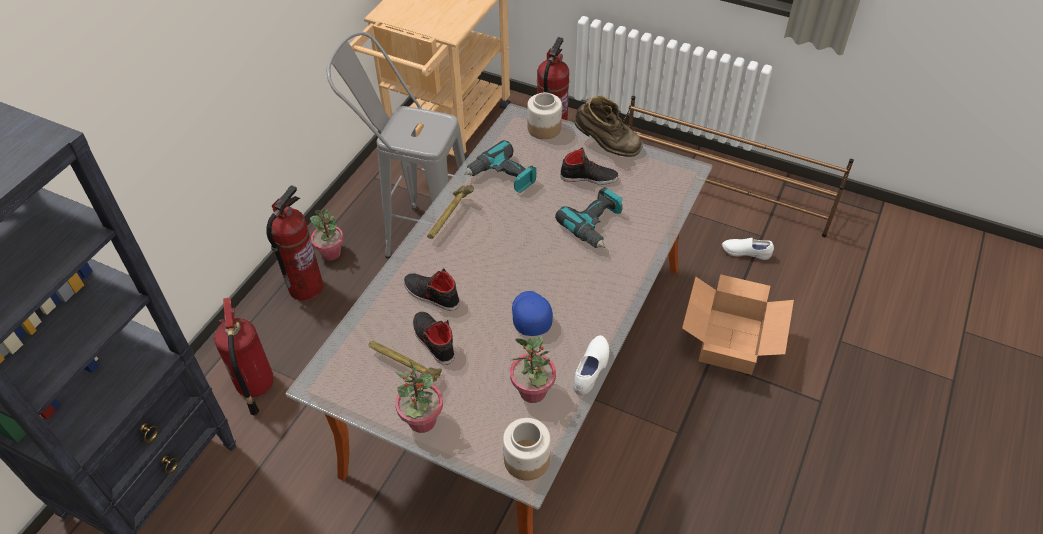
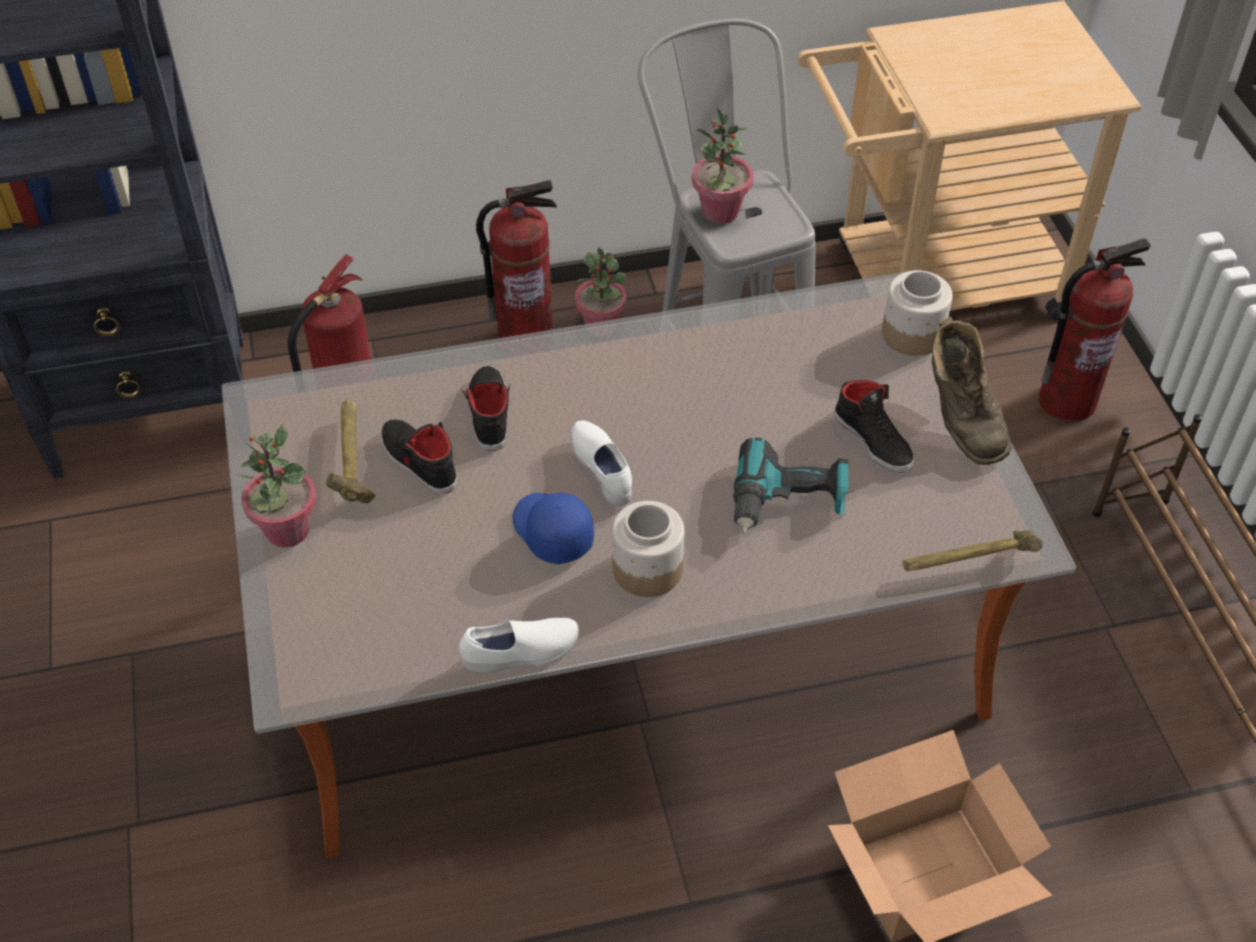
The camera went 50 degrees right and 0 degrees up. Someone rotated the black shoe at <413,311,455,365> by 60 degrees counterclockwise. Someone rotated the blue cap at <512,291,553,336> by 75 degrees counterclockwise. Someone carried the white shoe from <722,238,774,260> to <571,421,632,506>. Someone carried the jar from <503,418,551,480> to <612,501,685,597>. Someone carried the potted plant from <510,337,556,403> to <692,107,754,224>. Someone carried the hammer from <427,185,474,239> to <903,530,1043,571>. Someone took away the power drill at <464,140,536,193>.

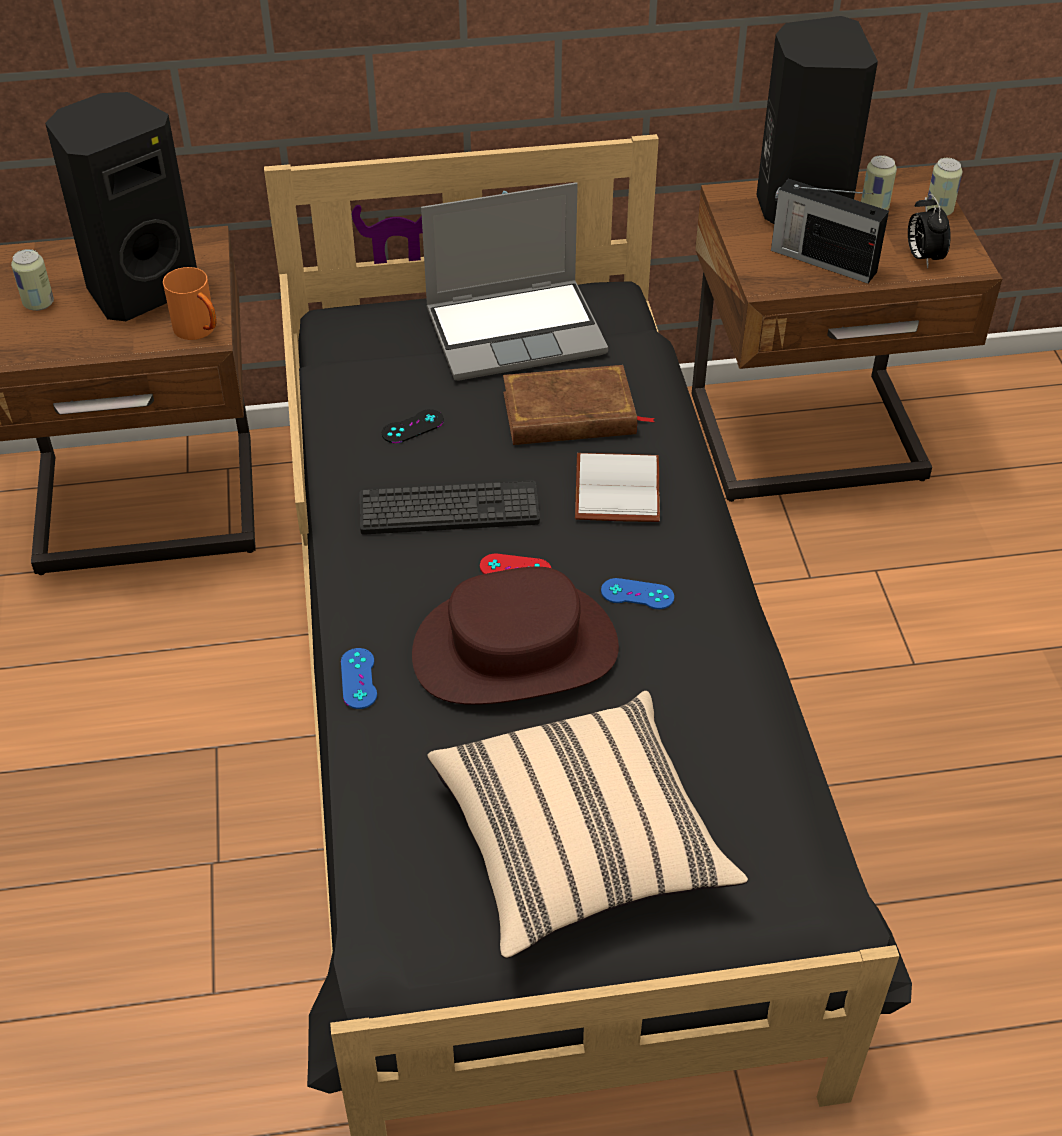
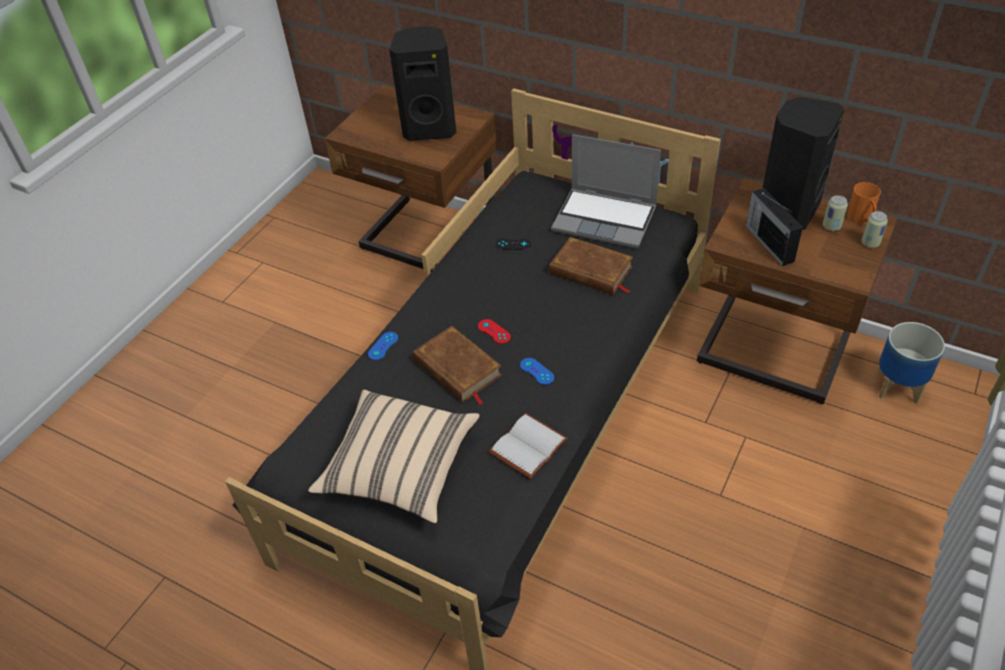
The camera went 40 degrees right and 0 degrees up. Someone swapped the brown hat at <412,567,619,705> for the brown book at <413,326,502,405>. Someone carried the white book from <575,453,660,522> to <489,413,568,479>. Someone carried the orange mug from <163,267,217,340> to <847,182,881,224>. Someone put down the planter at <878,322,945,404>. Someone took away the can at <11,249,54,311>. Someone took away the keyboard at <360,481,540,535>. Someone took away the alarm clock at <908,194,951,269>.

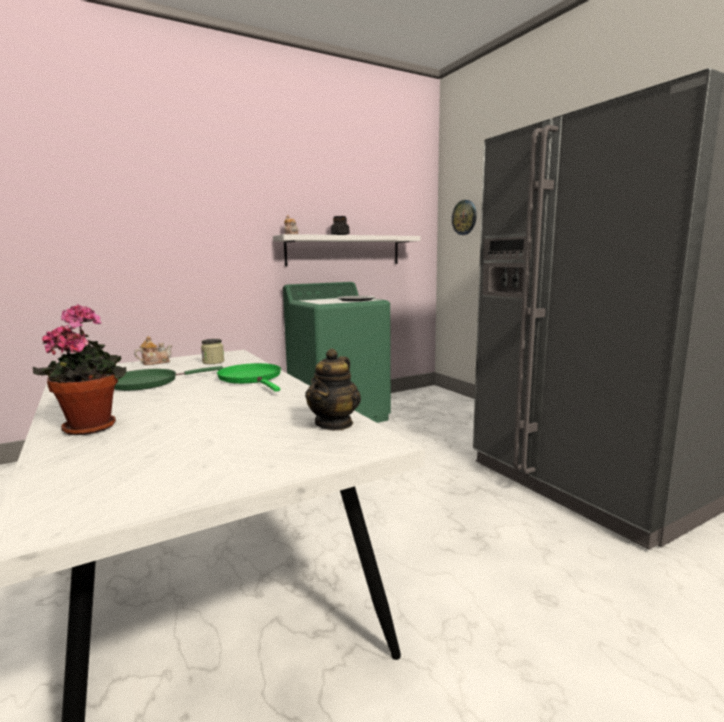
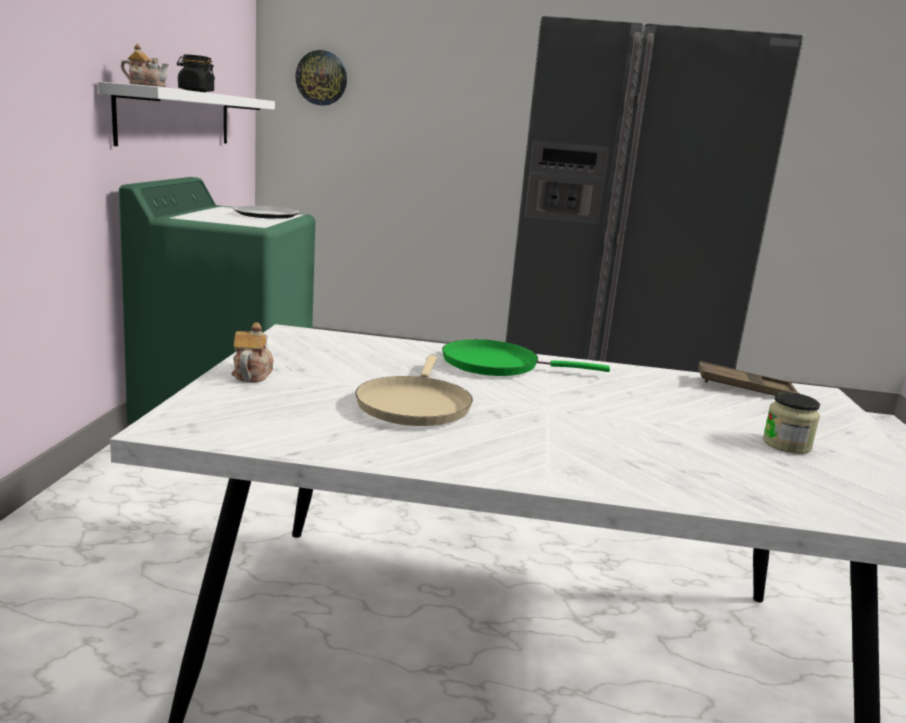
The camera went 55 degrees left and 5 degrees up. Someone repainted the green frying pan at <114,366,223,391>, which became the beige frying pan at <355,355,473,426>. Someone swapped the teapot at <305,348,361,430> for the brown tray at <698,361,800,396>. Someone carried the jar from <201,339,224,364> to <763,392,820,454>. Someone took away the potted plant at <33,304,127,435>.

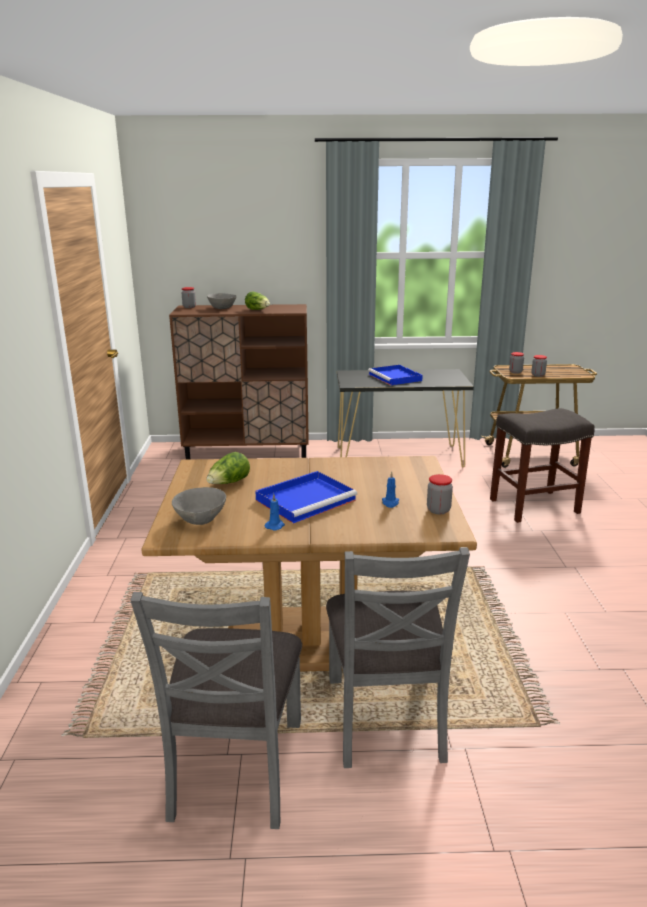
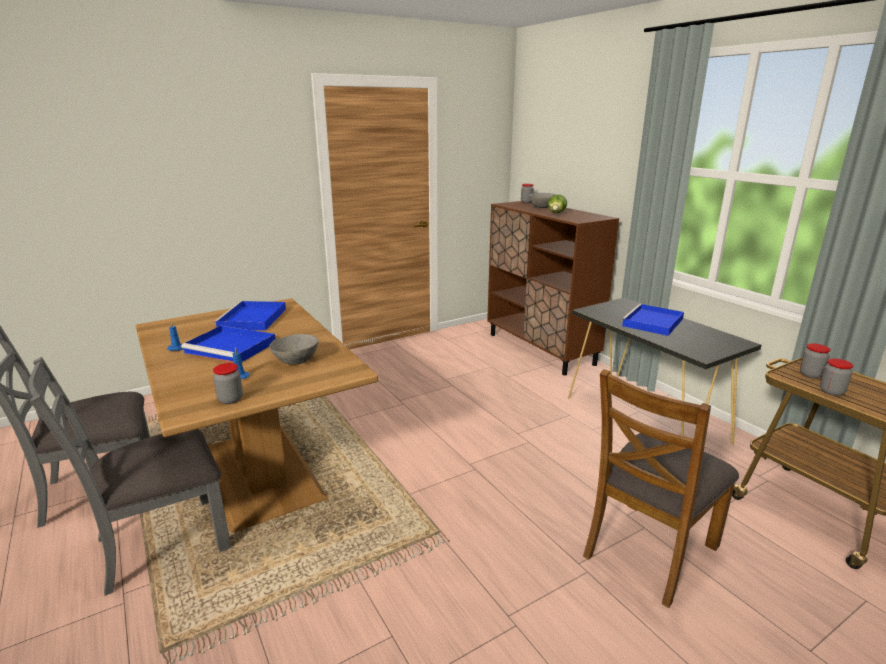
The camera went 60 degrees right and 0 degrees up. Someone swapped the lettuce at <207,452,250,484> for the blue tray at <214,301,286,330>. Someone carried the grey bowl from <172,487,226,525> to <269,334,319,365>. Someone swapped the grey stool at <490,408,595,523> for the brown chair at <583,369,739,608>.

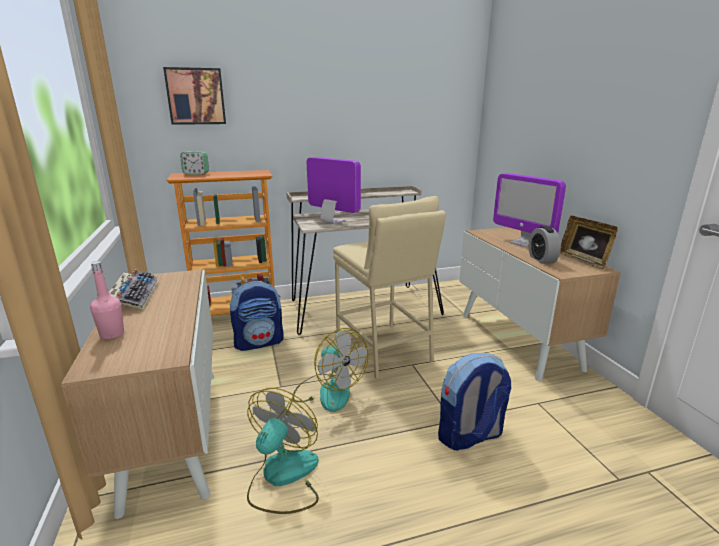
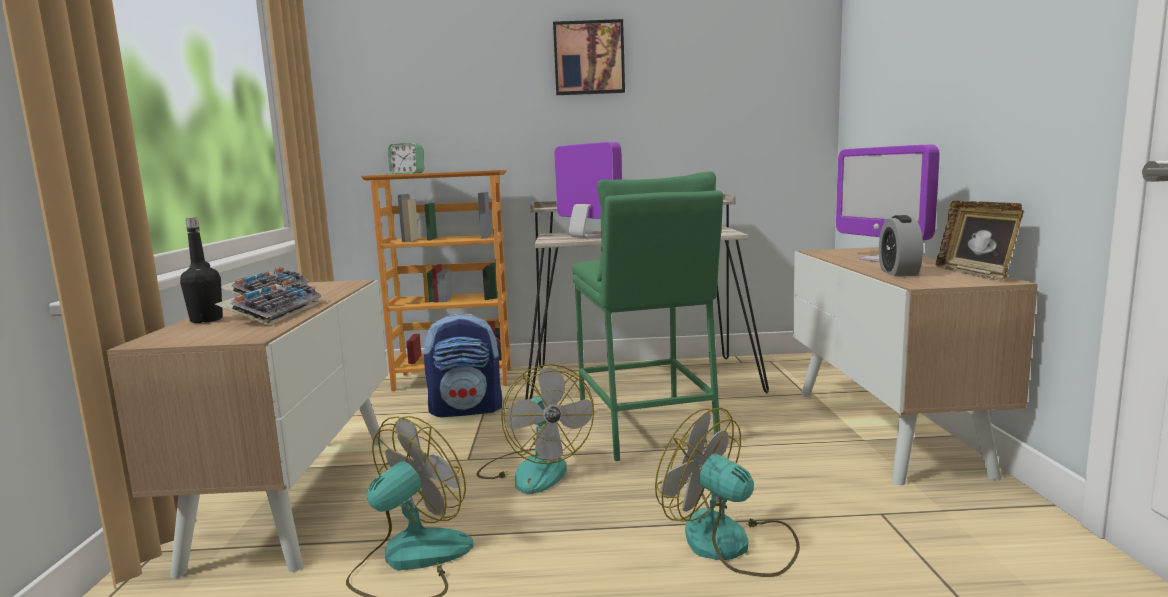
The camera went 15 degrees right and 10 degrees down. Someone repainted the pink bottle at <90,261,124,339>, which became the black bottle at <180,218,223,323>. Someone put down the keyboard at <215,279,323,326>. Someone carried the picture from <163,67,226,125> to <553,19,625,95>. Someone repainted the beige stool at <333,196,446,379>, which became the green stool at <572,172,723,461>. Someone swapped the backpack at <438,353,511,451> for the fan at <655,407,800,577>.

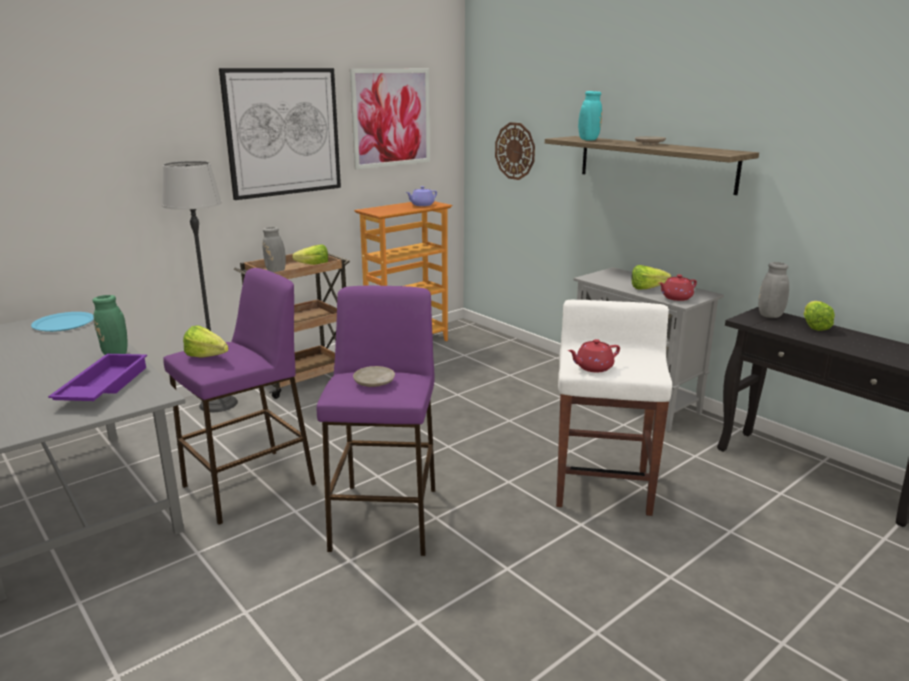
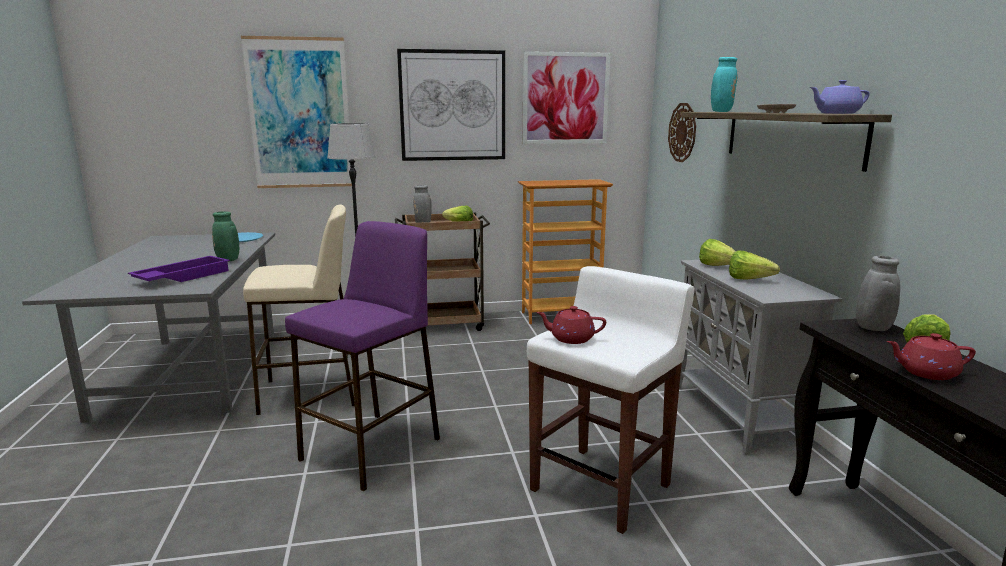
The camera went 30 degrees right and 5 degrees down. Someone put up the picture at <241,36,352,188>. Someone repainted the purple stool at <163,268,316,525>, which became the beige stool at <243,204,355,415>. Someone carried the lettuce from <183,325,229,358> to <699,239,736,266>. Someone carried the purple teapot from <406,186,437,206> to <810,80,869,114>. Someone carried the red teapot from <659,275,697,301> to <887,333,976,380>. Someone took away the beige plate at <353,366,395,387>.

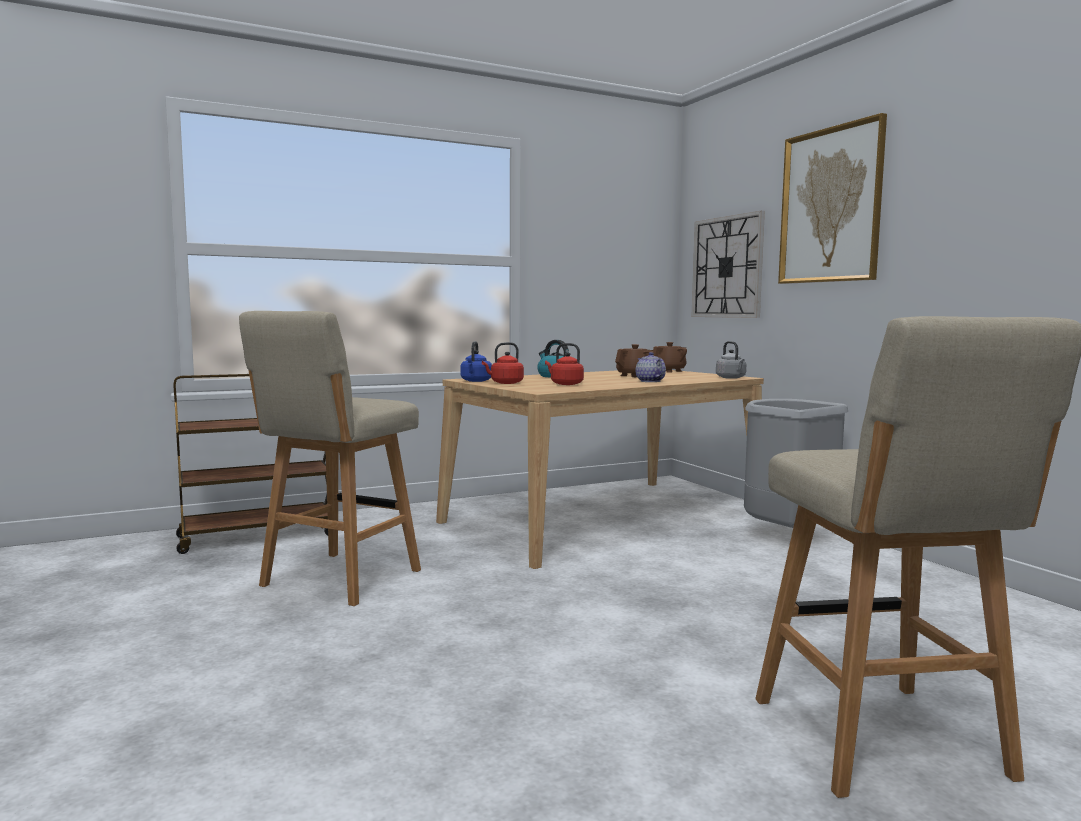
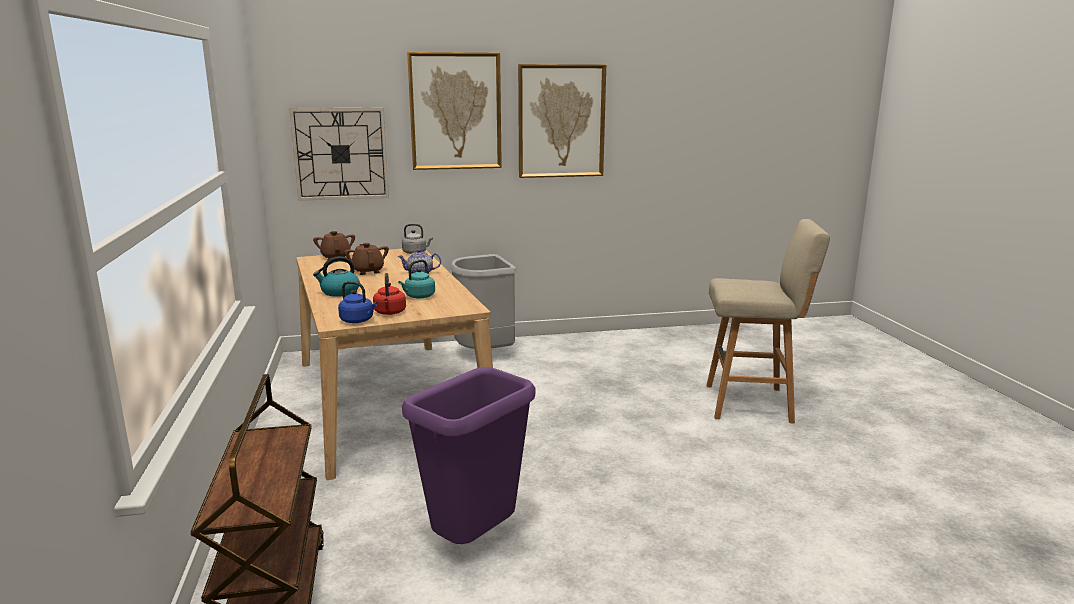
The camera went 75 degrees left and 10 degrees up. Someone repainted the red kettle at <545,343,584,385>, which became the turquoise kettle at <398,260,435,299>. Someone swapped the beige stool at <239,311,421,606> for the purple trash can at <402,367,535,544>. Someone put up the picture at <518,64,606,178>.

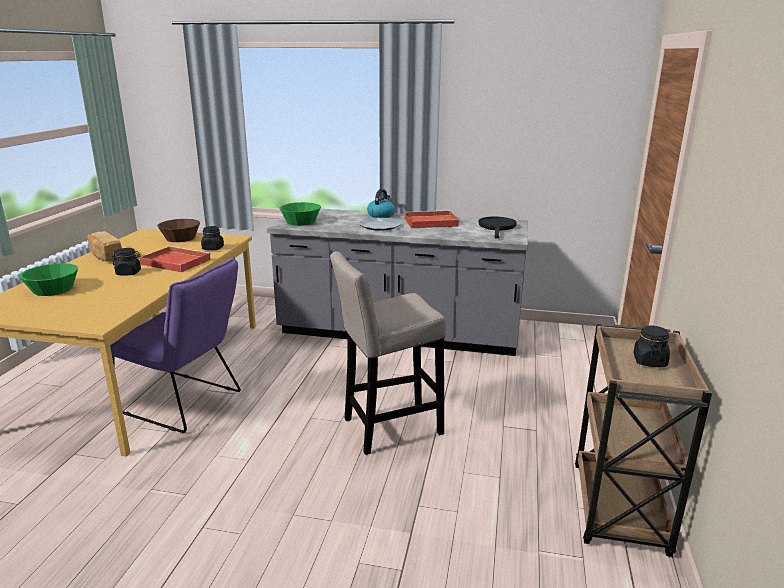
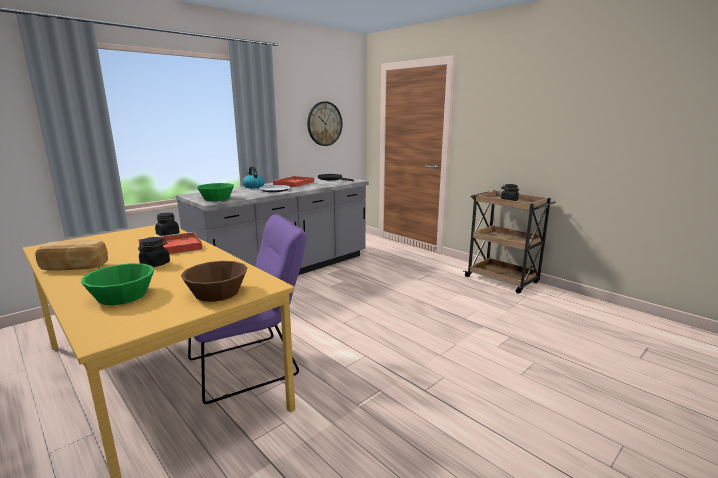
The camera went 55 degrees left and 5 degrees down. Someone carried the brown bowl from <157,219,200,242> to <181,261,247,302>. Someone put up the wall clock at <307,101,342,146>. Someone took away the beige stool at <330,251,446,455>.

